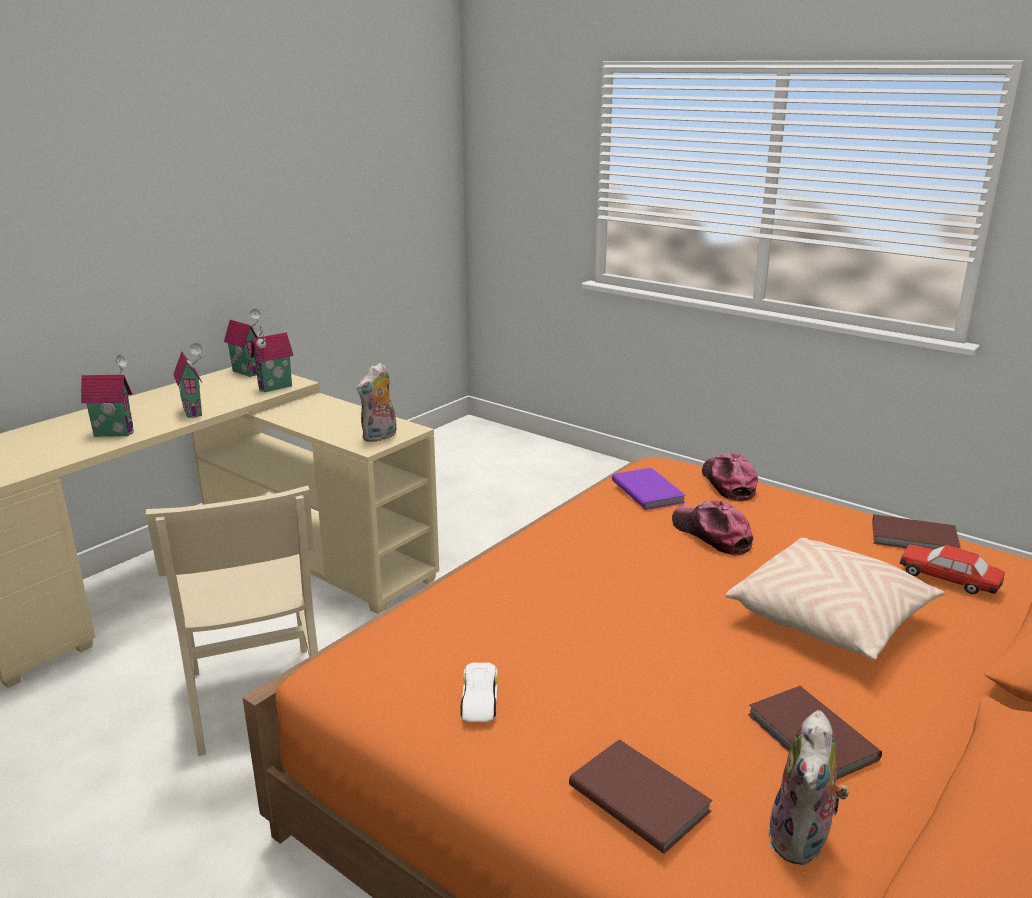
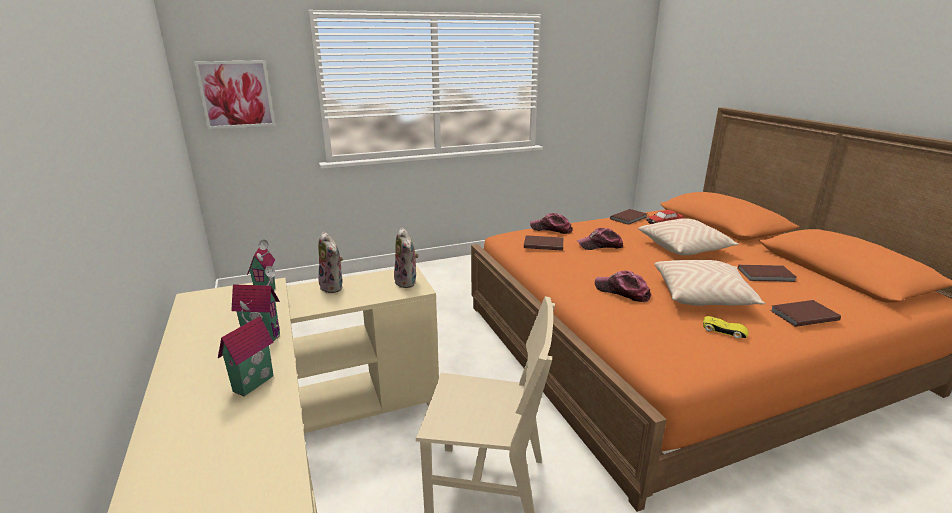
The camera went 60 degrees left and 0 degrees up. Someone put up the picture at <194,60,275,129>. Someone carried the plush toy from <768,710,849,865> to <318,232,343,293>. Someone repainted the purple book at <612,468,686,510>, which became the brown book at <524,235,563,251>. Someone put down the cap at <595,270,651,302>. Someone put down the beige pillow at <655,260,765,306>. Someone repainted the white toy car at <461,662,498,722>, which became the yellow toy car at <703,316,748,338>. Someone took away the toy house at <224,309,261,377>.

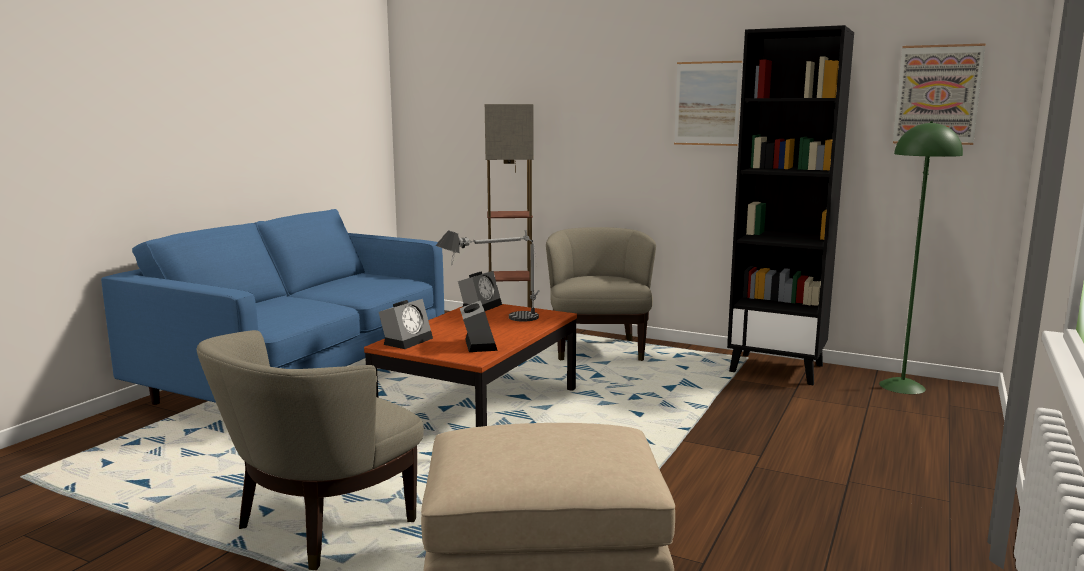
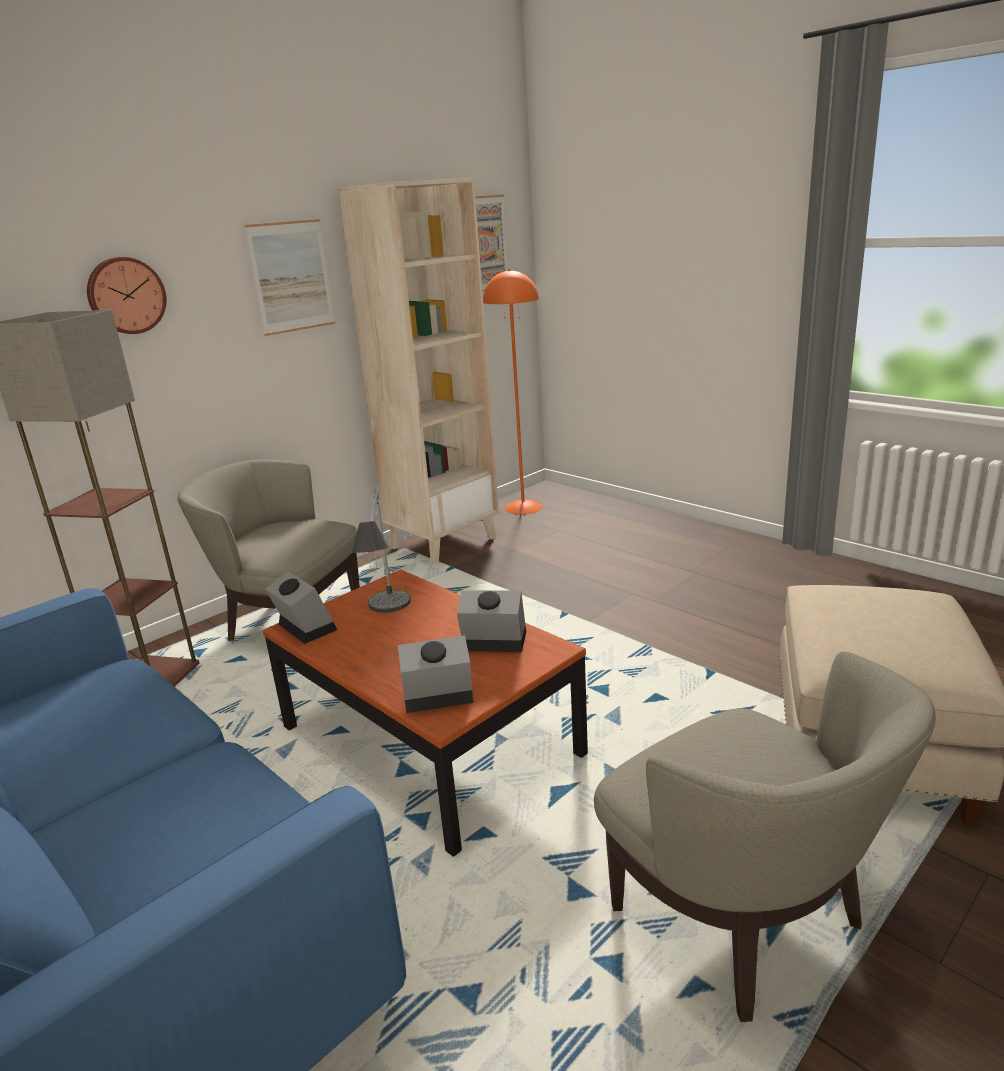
The camera went 70 degrees left and 10 degrees up. Someone put up the wall clock at <87,257,167,334>. Someone repainted the black bookcase at <727,25,854,385>, which became the beige bookcase at <338,178,499,564>. Someone rotated the alarm clock at <379,299,433,349> by 60 degrees counterclockwise. Someone repainted the green floor lamp at <879,121,963,394>, which became the orange floor lamp at <483,269,542,515>.

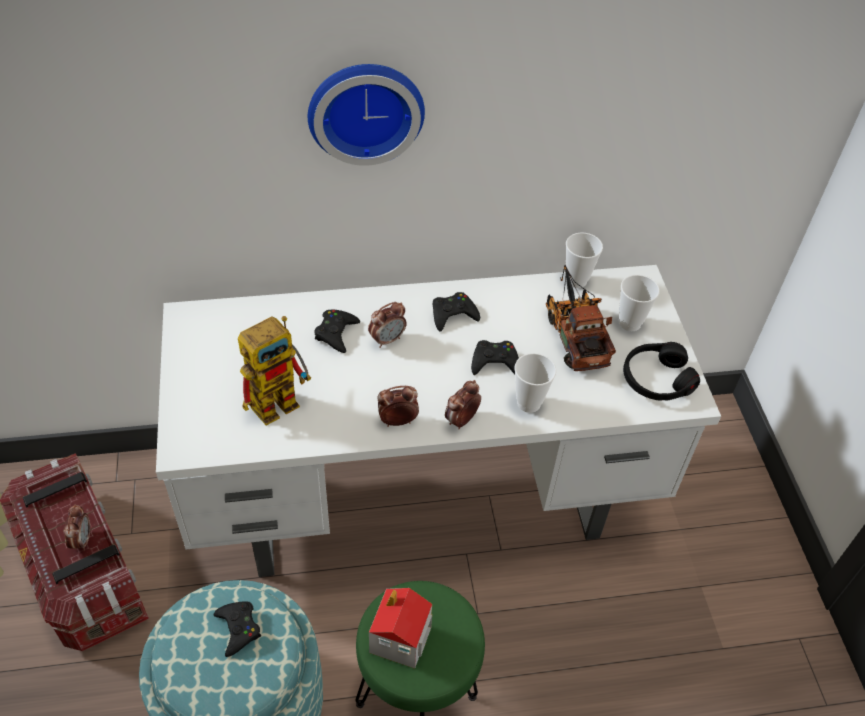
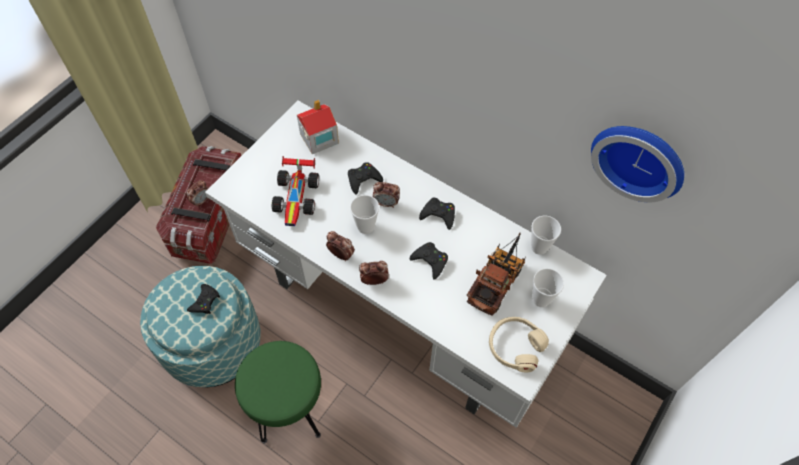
The camera went 45 degrees right and 10 degrees up. Someone swapped the toy robot at <238,316,311,426> for the toy car at <272,156,319,226>. Someone carried the toy house from <369,588,432,669> to <297,100,339,154>. Someone carried the cup from <514,353,556,413> to <350,195,379,234>. Someone repainted the black headphones at <623,342,700,401>, which became the beige headphones at <489,317,549,372>. Someone carried the wall clock from <308,64,425,166> to <591,126,684,202>.

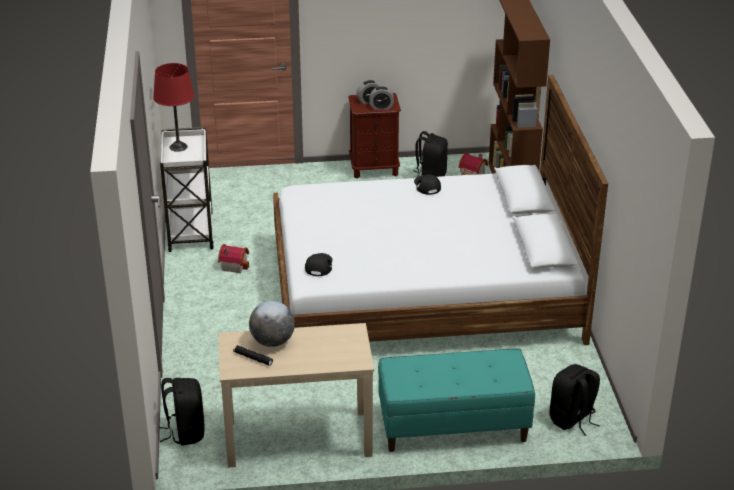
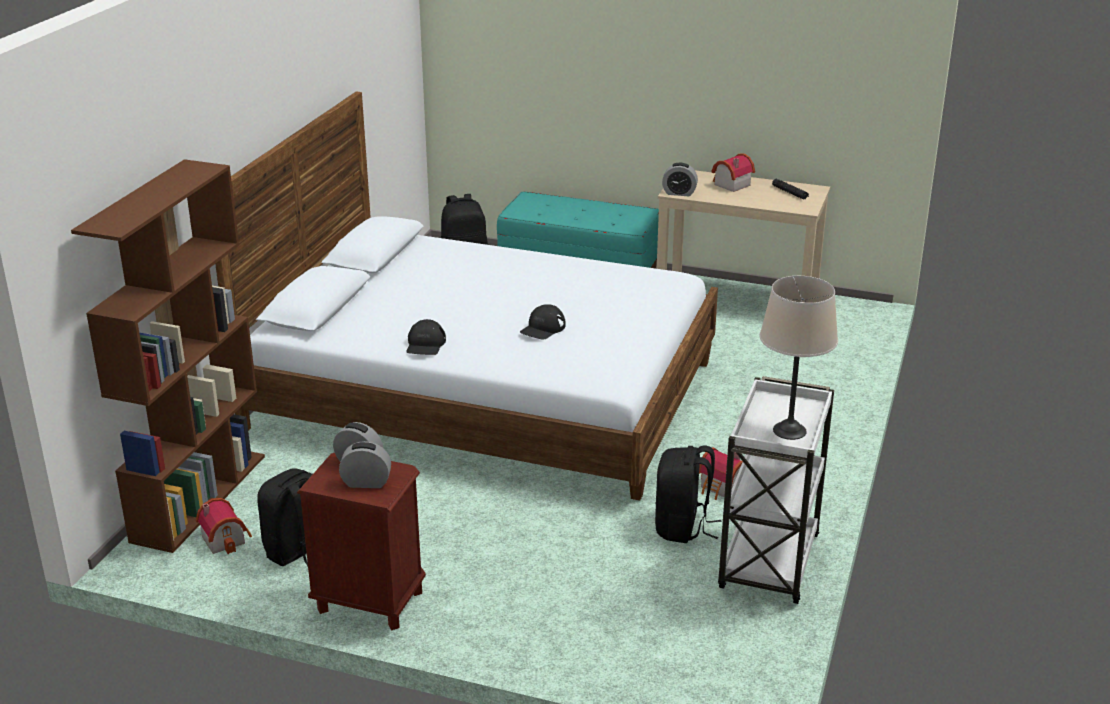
The camera went 155 degrees left and 5 degrees down. Someone carried the black cap from <305,253,333,276> to <520,304,566,340>. Someone carried the black backpack from <159,378,205,446> to <655,445,722,543>. Someone put down the alarm clock at <662,163,698,196>. Someone put down the toy house at <711,154,755,192>. Someone repainted the red table lamp at <153,63,195,152>, which became the beige table lamp at <760,276,838,440>. Someone took away the globe at <249,301,295,347>.

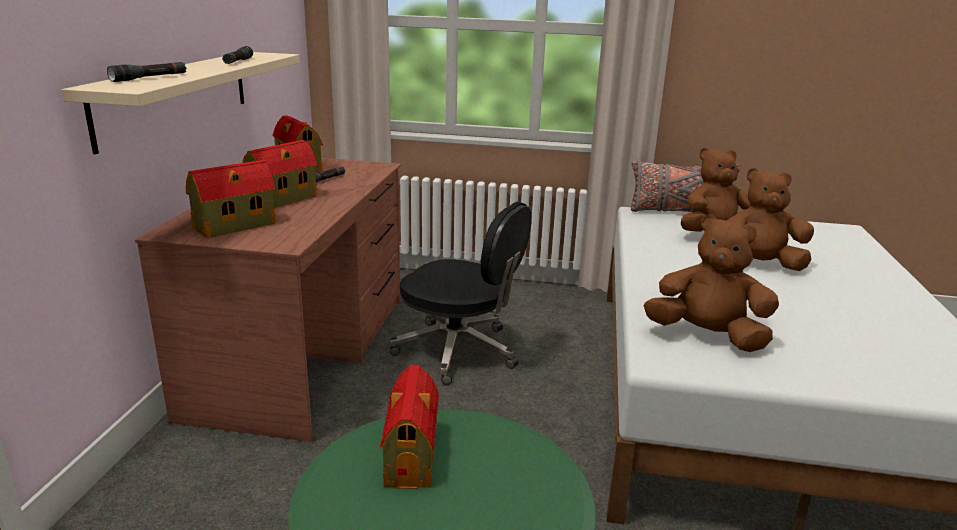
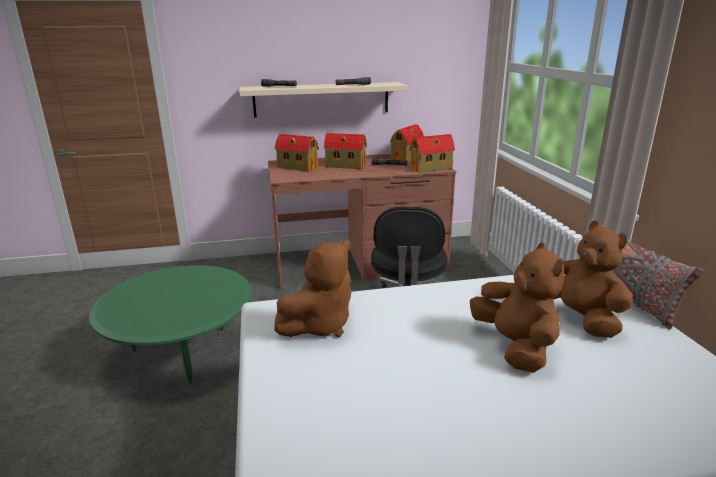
The camera went 70 degrees right and 0 degrees up. Someone rotated the brown plush toy at <644,214,779,352> by 45 degrees clockwise. Someone carried the toy house from <380,365,439,489> to <410,134,455,173>.

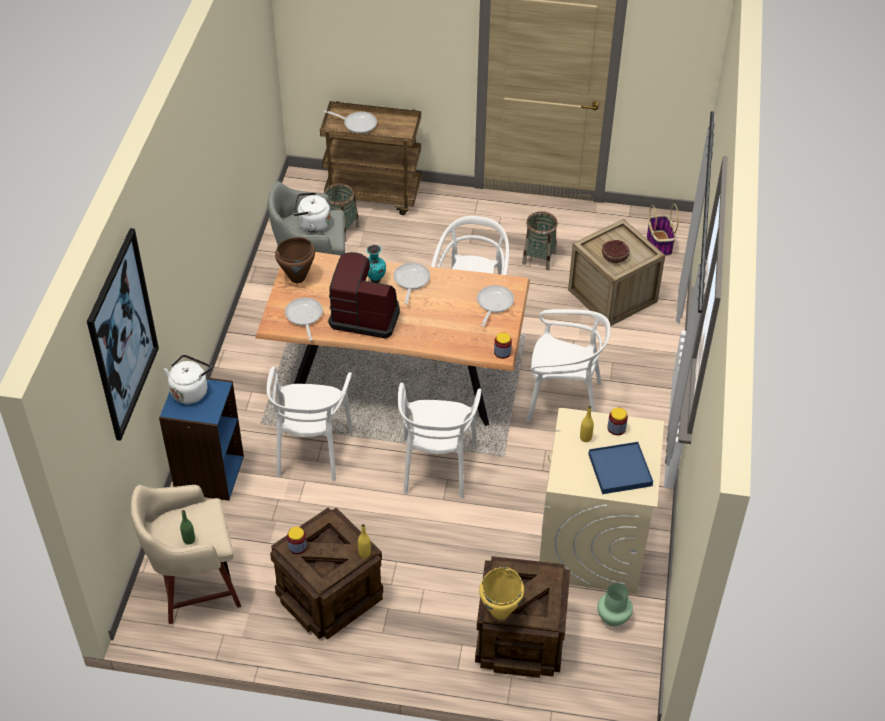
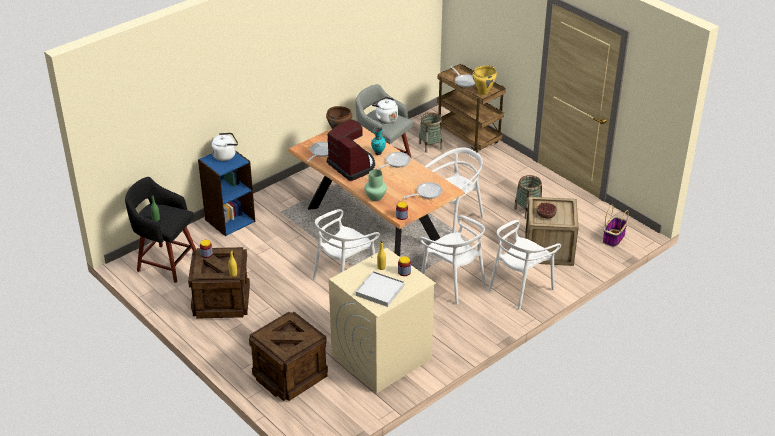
The camera went 40 degrees right and 10 degrees down. Someone repainted the beige stool at <131,485,241,624>, which became the black stool at <125,177,196,283>. Someone repainted the blue tray at <588,442,653,494>, which became the white tray at <356,271,404,307>. Someone carried the green vase from <597,583,633,626> to <364,169,387,201>. Someone carried the yellow cooking pot from <479,567,524,620> to <472,66,497,95>. Someone carried the white chair from <267,367,353,481> to <488,220,561,310>. Someone took away the picture at <87,228,159,441>.

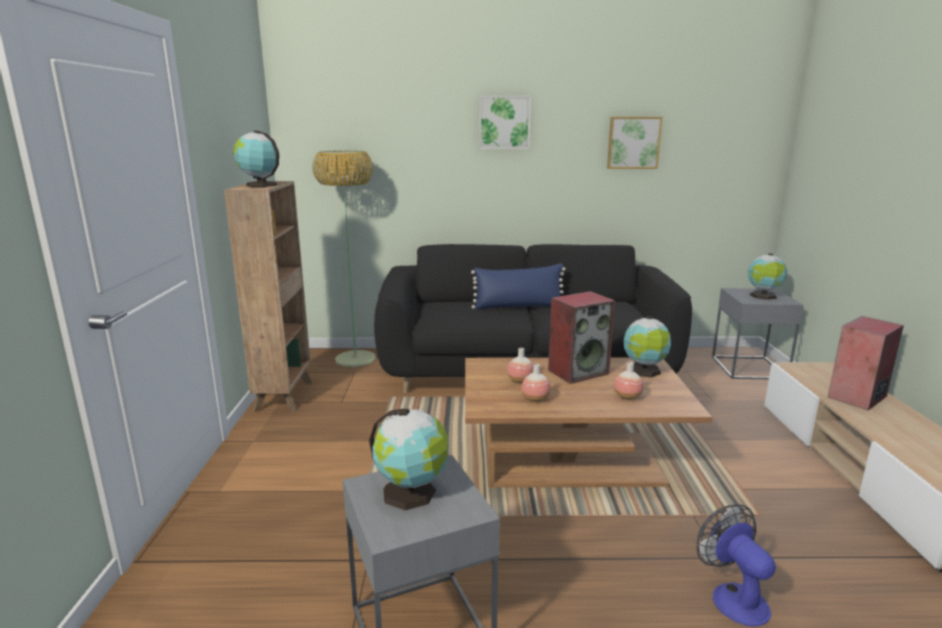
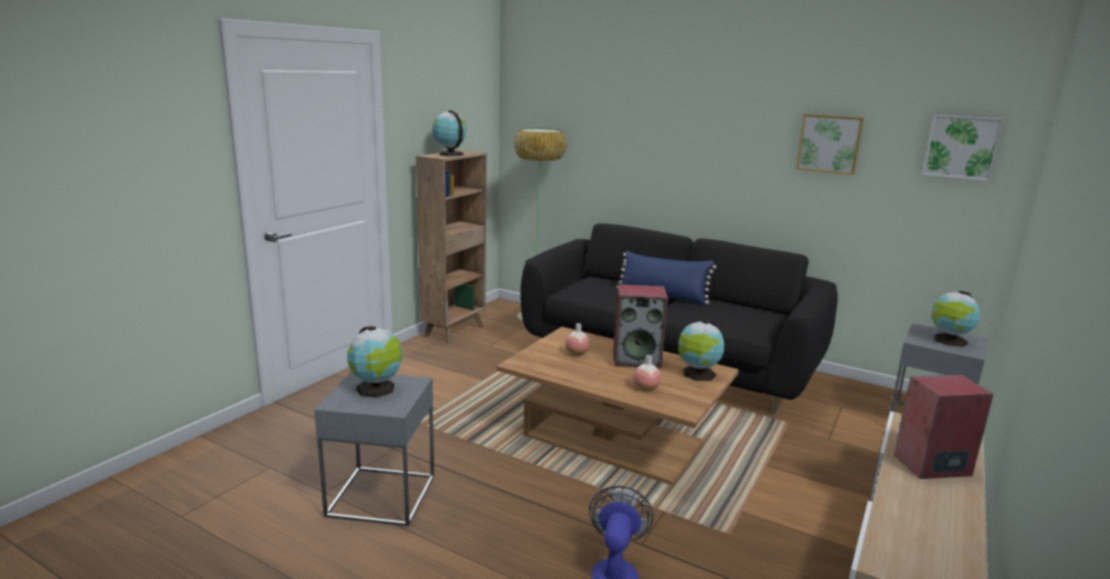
The camera went 30 degrees right and 0 degrees up. Someone carried the picture from <479,96,531,149> to <922,115,1004,181>. Someone took away the vase at <521,364,551,402>.

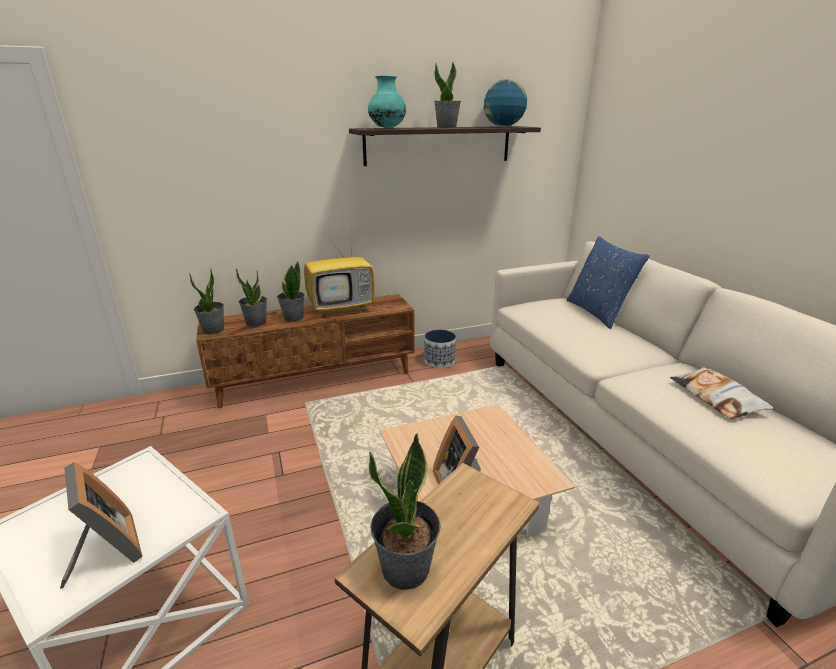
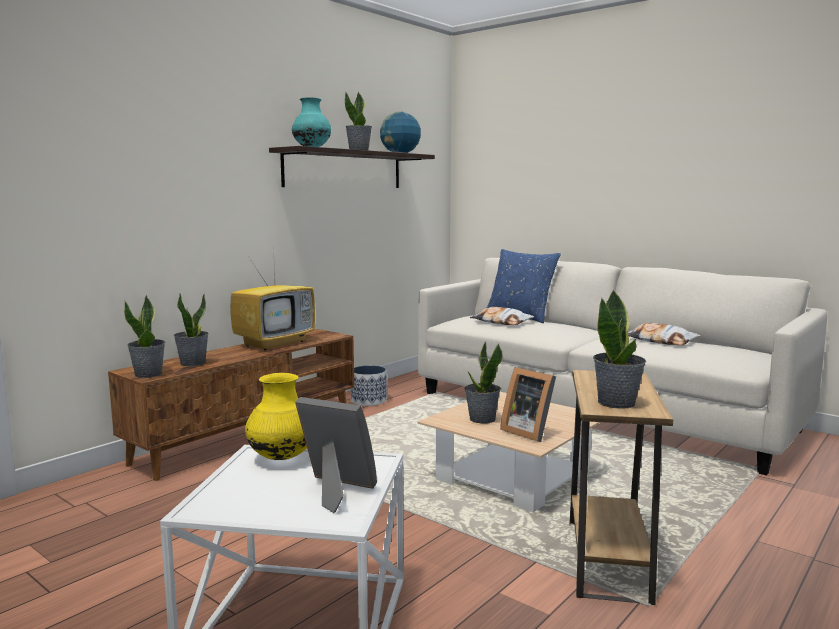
The camera went 30 degrees left and 15 degrees down. Someone put down the yellow vase at <245,373,307,460>. Someone carried the potted plant from <277,261,305,322> to <465,342,503,424>. Someone put down the pillow at <470,307,534,325>.

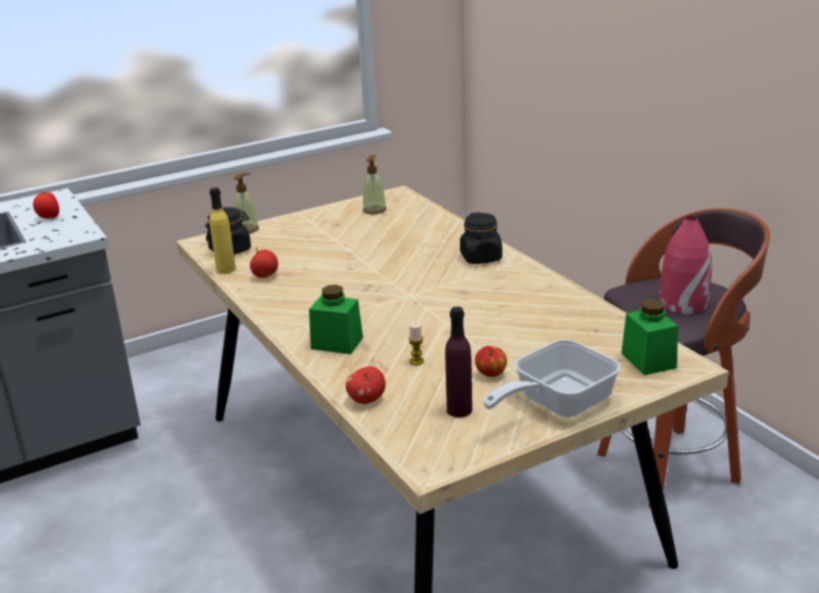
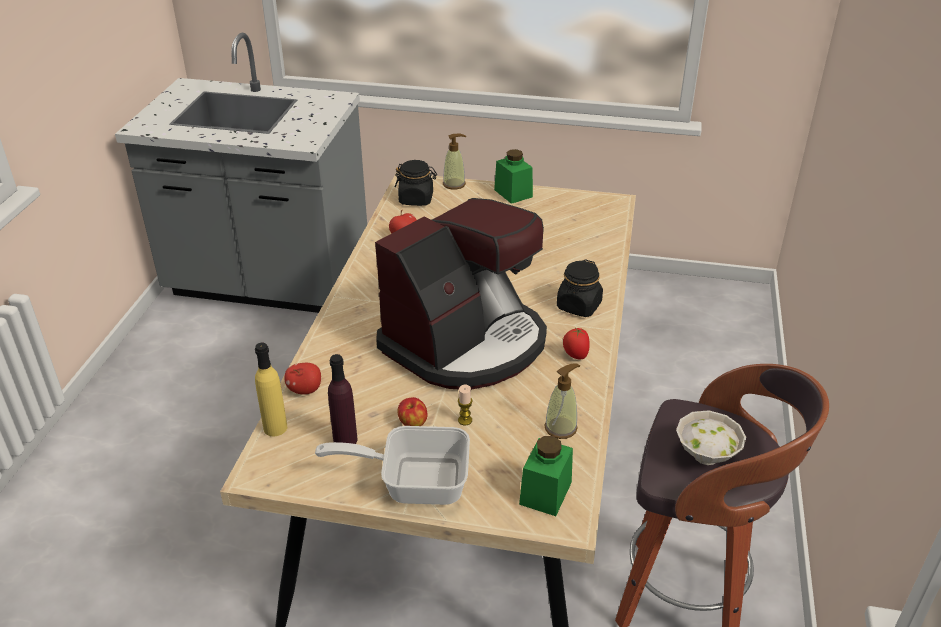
The camera went 40 degrees right and 10 degrees up. Someone carried the yellow bottle from <210,187,236,274> to <255,343,287,436>. Someone put down the coffee machine at <375,198,547,390>. Someone carried the candle from <408,321,424,365> to <458,385,472,425>. Someone carried the green jar from <309,285,363,354> to <494,149,533,204>. Someone carried the soap dispenser from <363,155,386,214> to <544,364,580,439>. Someone carried the tomato from <33,191,59,219> to <563,328,589,360>. Someone swapped the red vase at <659,216,712,314> for the white bowl at <676,410,746,465>.

